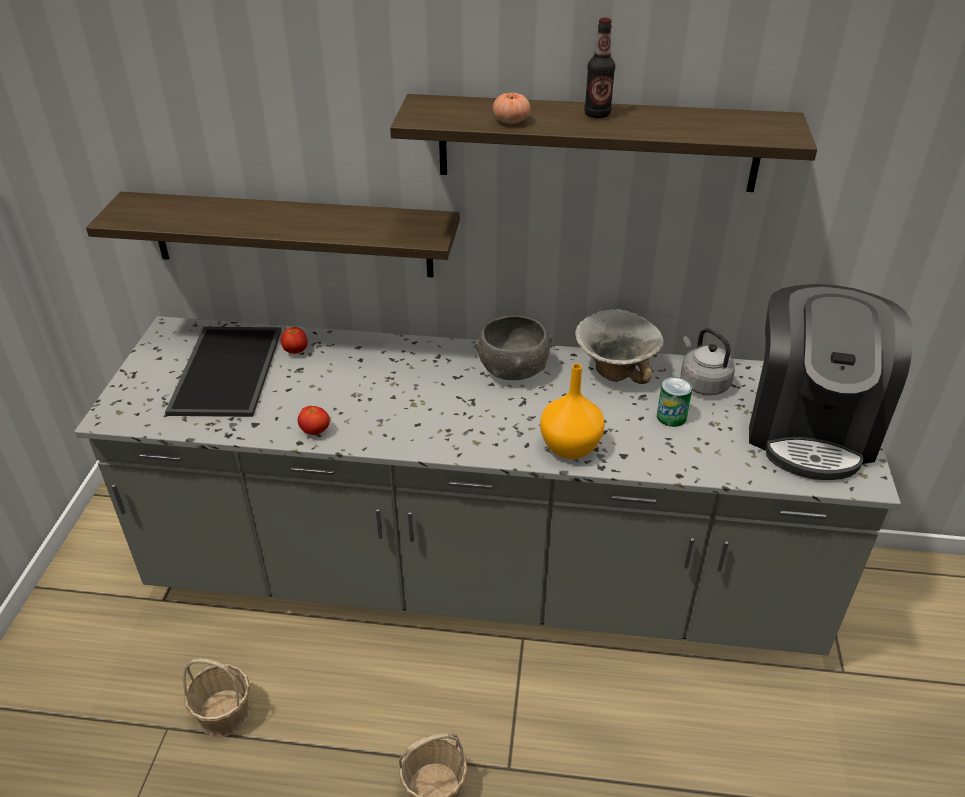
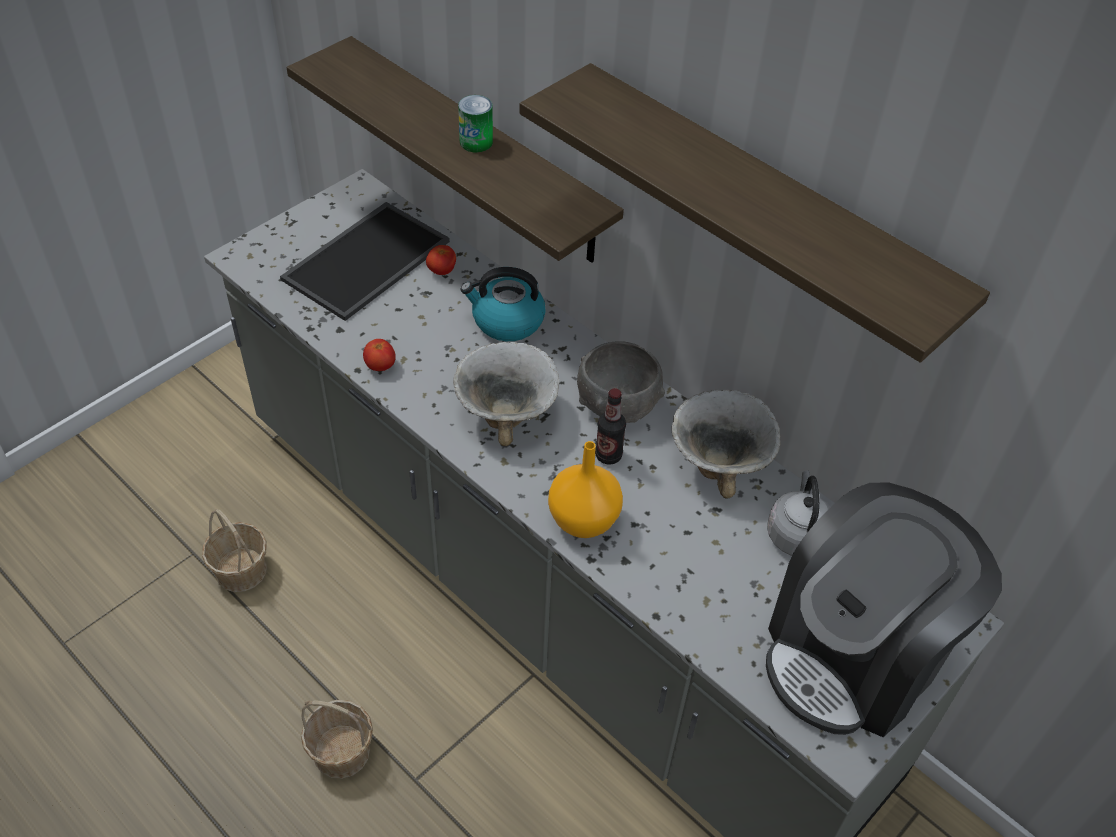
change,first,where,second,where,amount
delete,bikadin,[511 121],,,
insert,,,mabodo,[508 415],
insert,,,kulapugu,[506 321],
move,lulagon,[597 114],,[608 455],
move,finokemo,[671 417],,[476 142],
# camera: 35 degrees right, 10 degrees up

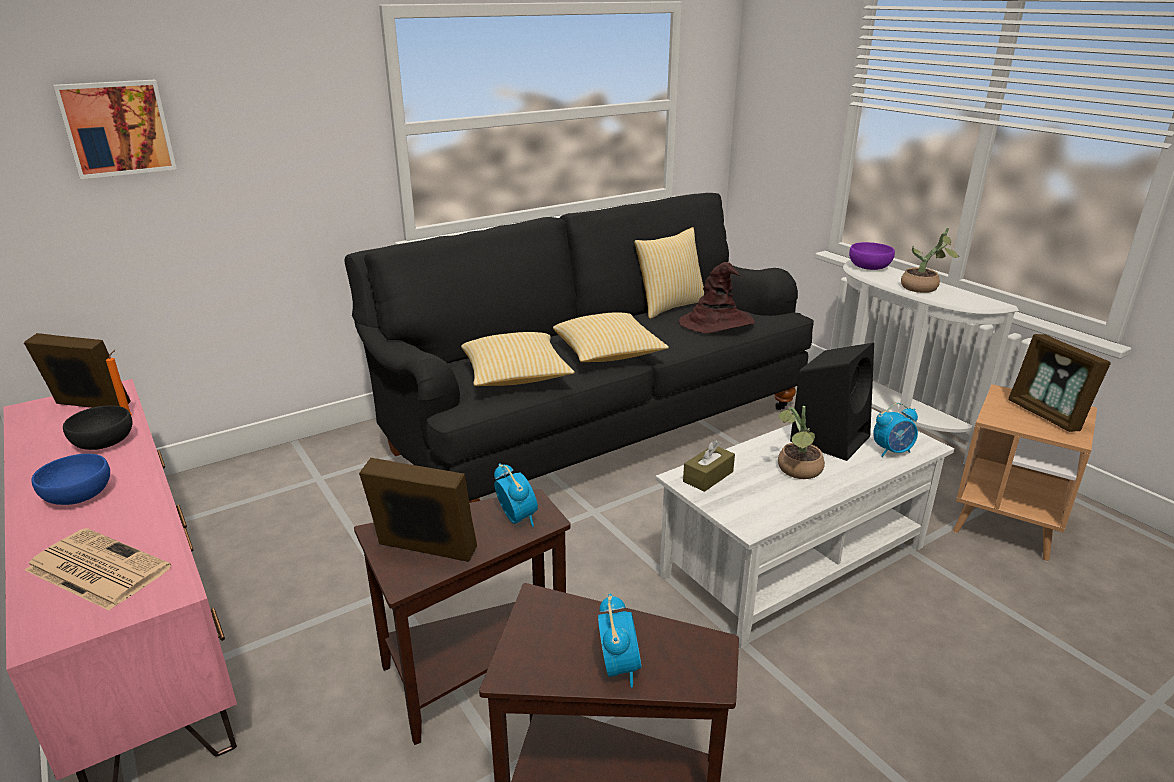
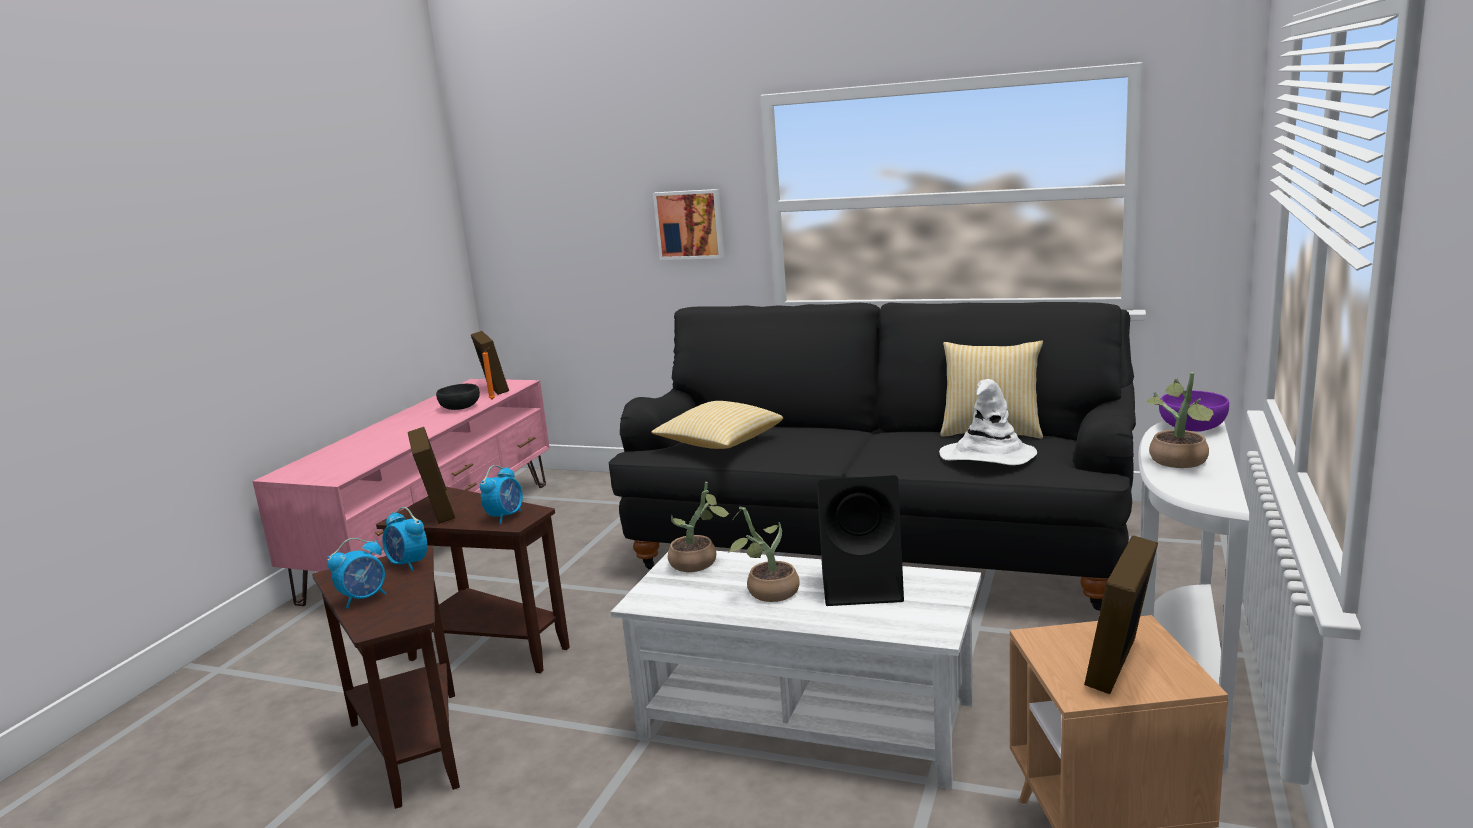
change,first,where,second,where,amount
delete,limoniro,[96 569],,,
delete,mabodo (blue),[78 495],,,
delete,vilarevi,[608 354],,,
move,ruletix,[117 128],,[690 224],
move,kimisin,[892 451],,[408 564],
replace,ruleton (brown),[708 476],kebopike,[699 563],
recolor,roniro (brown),[716 323],roniro (white),[987 456],
# camera: 55 degrees right, 10 degrees down

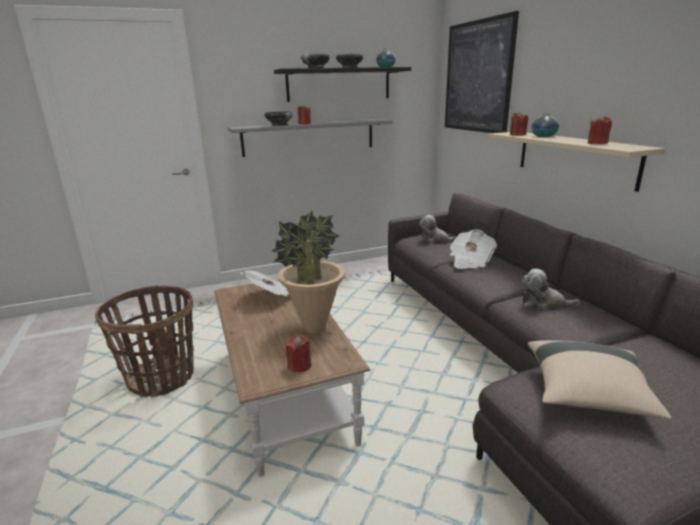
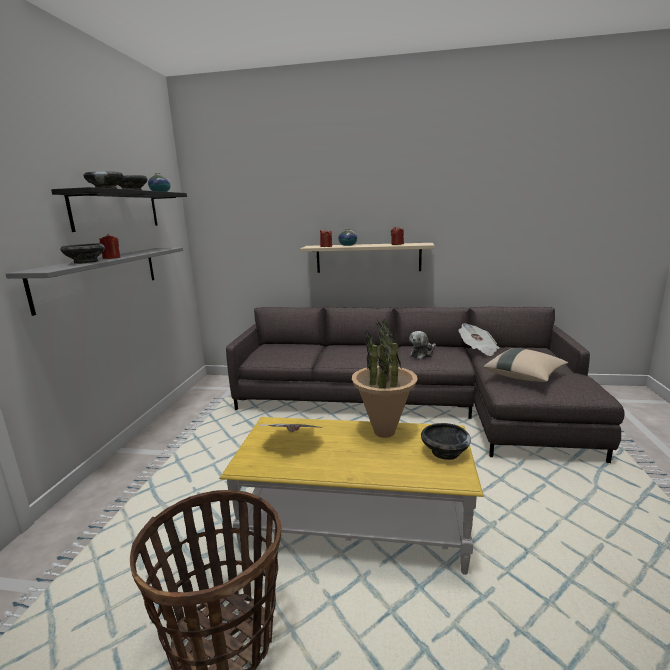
change,first,where,second,where,amount
delete,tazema,[435 240],,,
delete,ruletix,[477 77],,,
move,limoniro,[470 261],,[478 349],
replace,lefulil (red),[300 366],mabodo (black),[444 452],
recolor,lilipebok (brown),[285 393],lilipebok (yellow),[354 526],
# camera: 60 degrees left, 5 degrees down

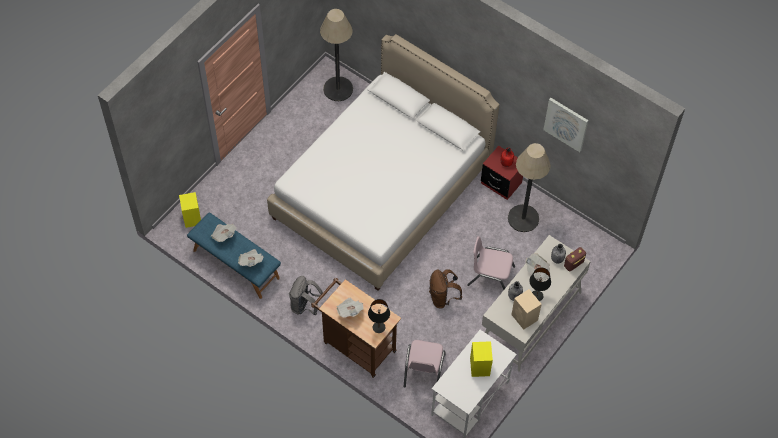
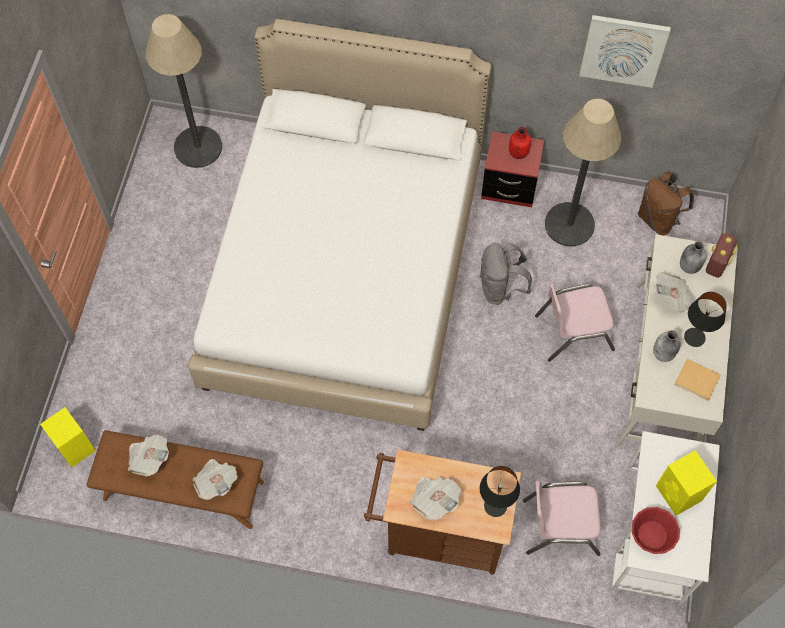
change,first,where,second,where,amount
insert,,,mabodo (red),[652 535],
move,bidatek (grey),[305 306],,[500 288],
move,bidatek (brown),[442 298],,[658 219],
replace,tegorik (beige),[525 318],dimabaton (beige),[698 381],
recolor,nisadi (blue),[235 264],nisadi (brown),[183 491],
rotate,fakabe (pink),[423 370],,[560 525],105 degrees clockwise
# camera: 25 degrees left, 5 degrees up

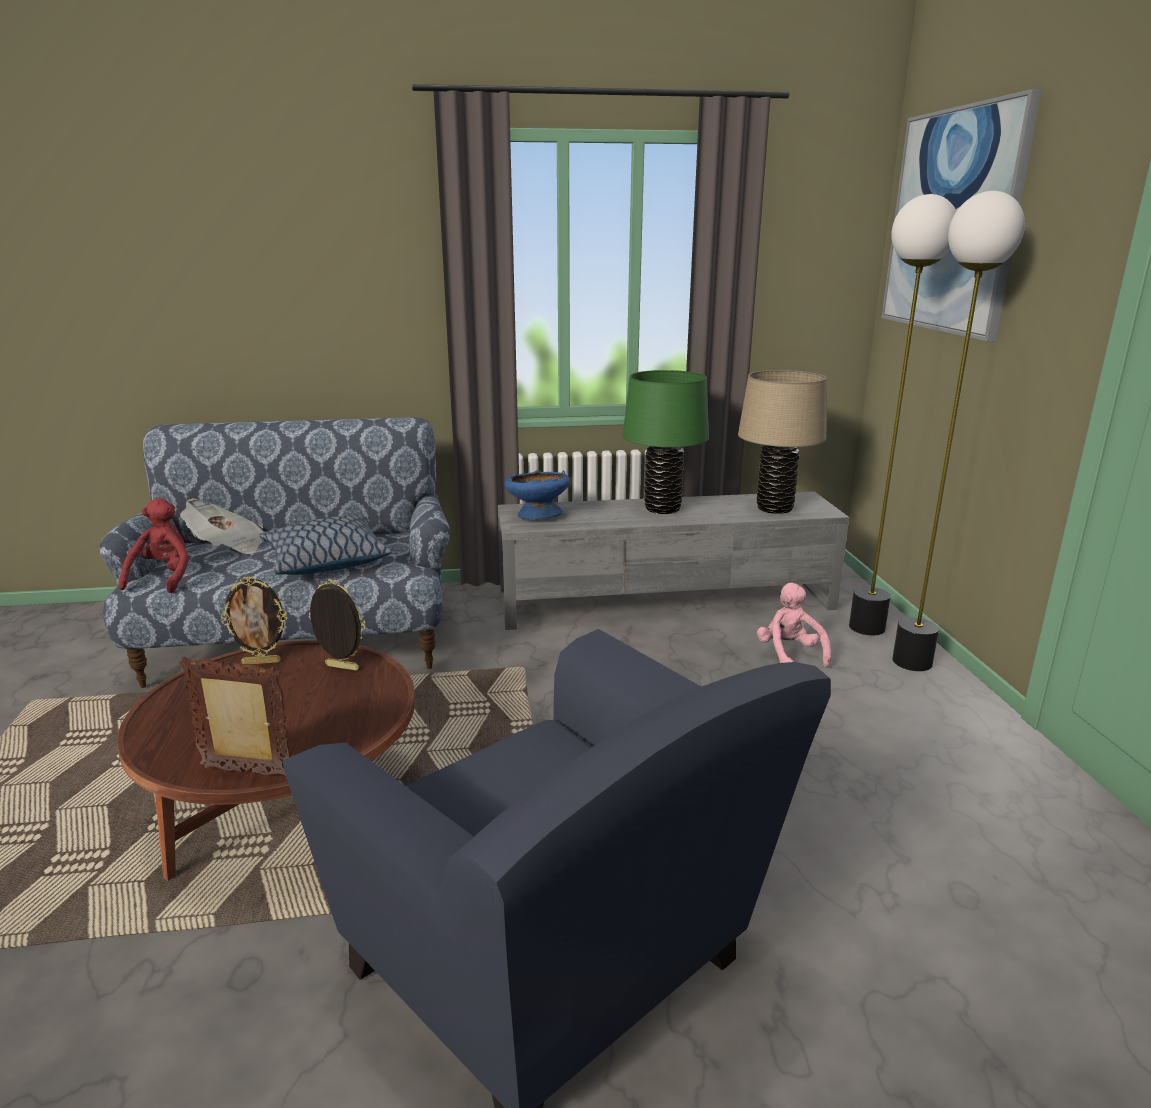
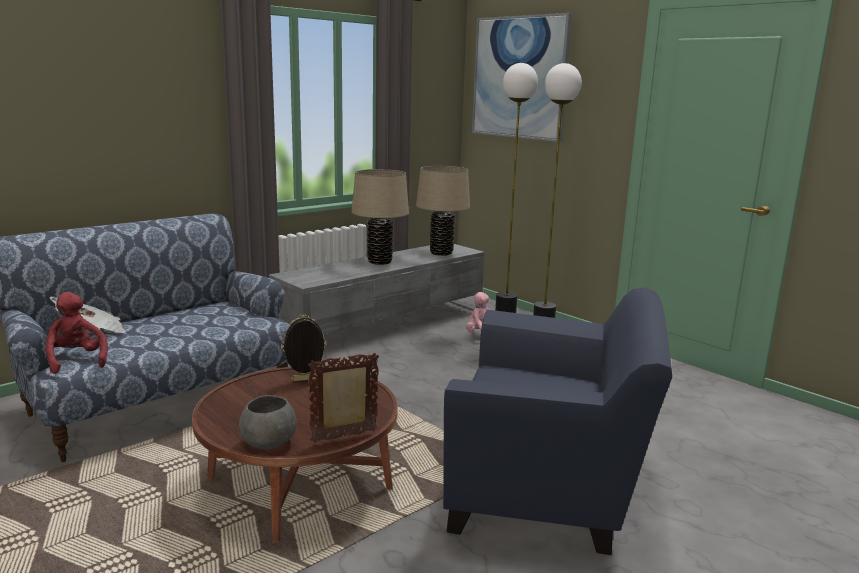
change,first,where,second,where,amount
delete,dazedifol,[262 662],,,
delete,vilarevi,[325 560],,,
delete,mabodo (blue),[537 516],,,
insert,,,mabodo (grey),[268 442],
recolor,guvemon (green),[662 509],guvemon (beige),[379 261],
# camera: 35 degrees left, 5 degrees down

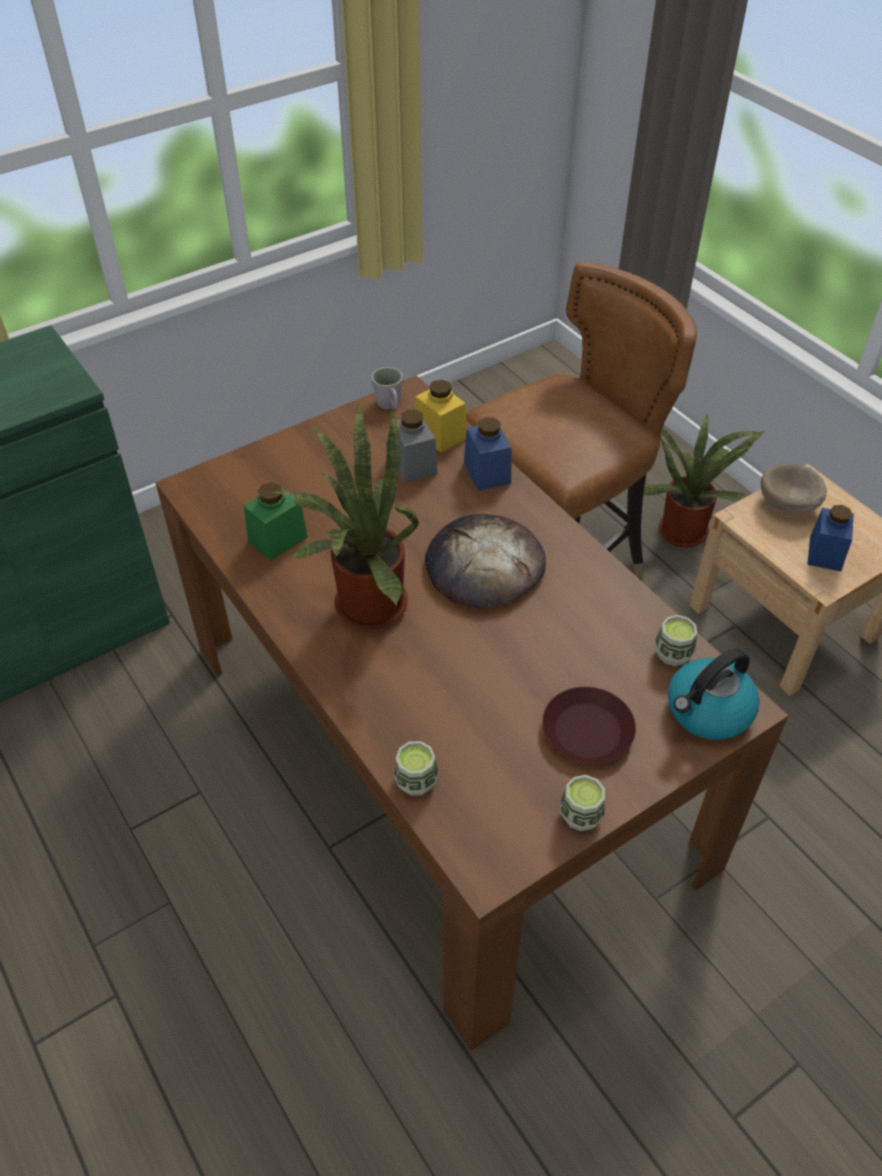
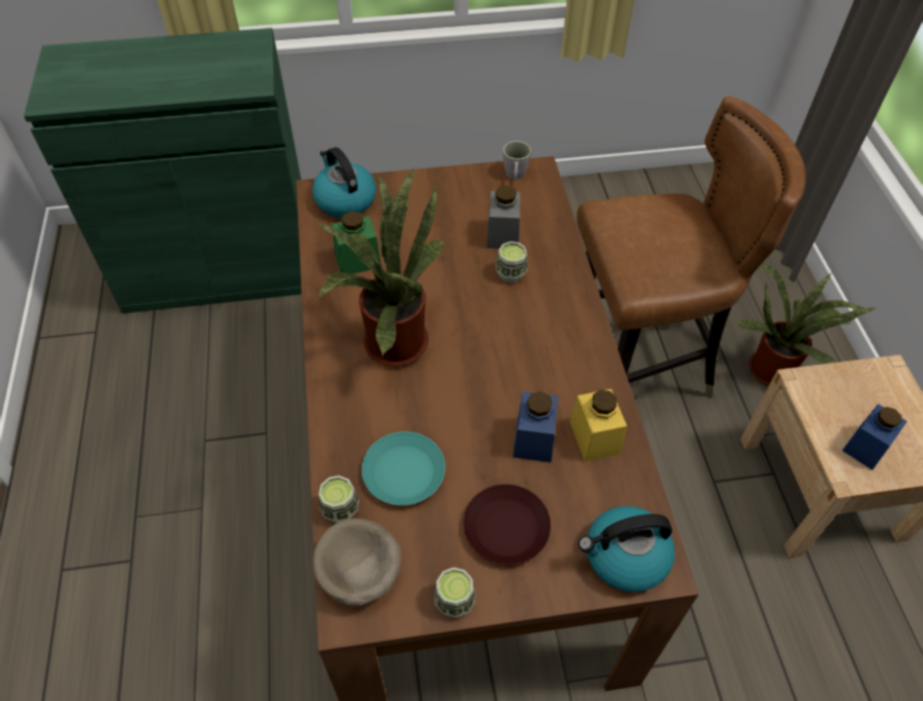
change,first,where,second,where,amount
delete,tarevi,[484 565],,,
insert,,,kulapugu,[344 200],
insert,,,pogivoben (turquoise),[404 473],
move,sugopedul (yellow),[440 434],,[594 437],
move,sugopedul (blue),[487 473],,[534 439],
move,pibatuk,[672 654],,[511 273],
move,mabodo (beige),[789 505],,[359 575],
# camera: 25 degrees right, 5 degrees up

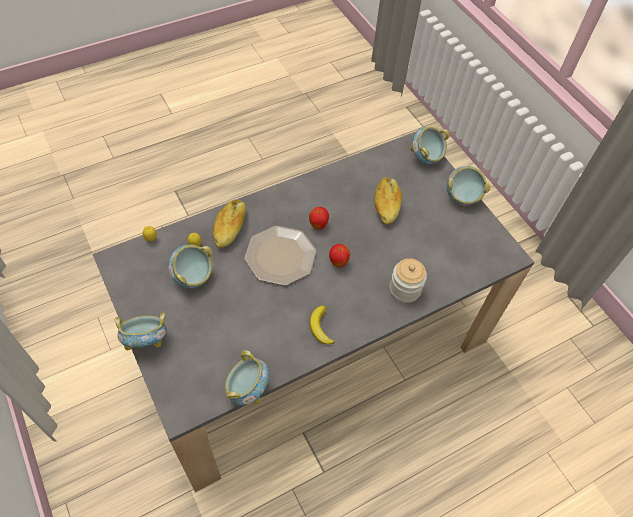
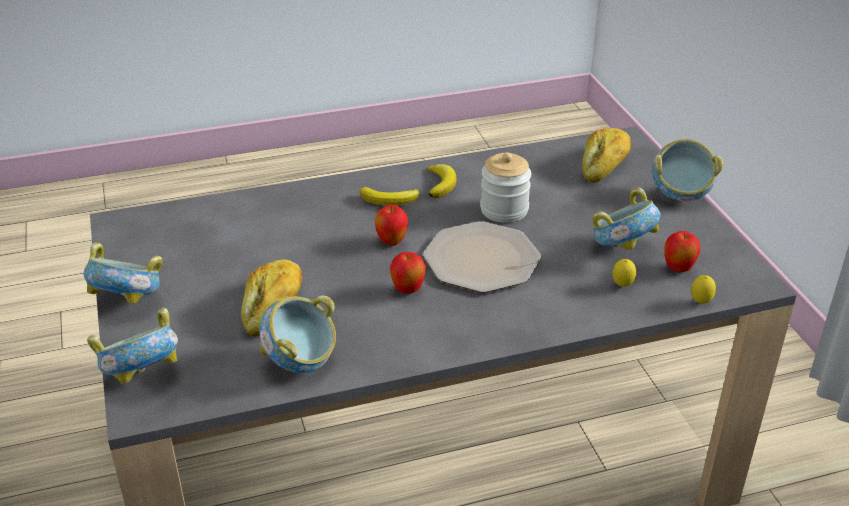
change,first,where,second,where,amount
insert,,,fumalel,[390 200],
insert,,,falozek,[678 269],
move,tarevi,[230 227],,[604 165],
move,mabodo,[247 389],,[301 363],
move,sugopedul,[405 289],,[504 210],
# camera: 165 degrees left, 20 degrees down

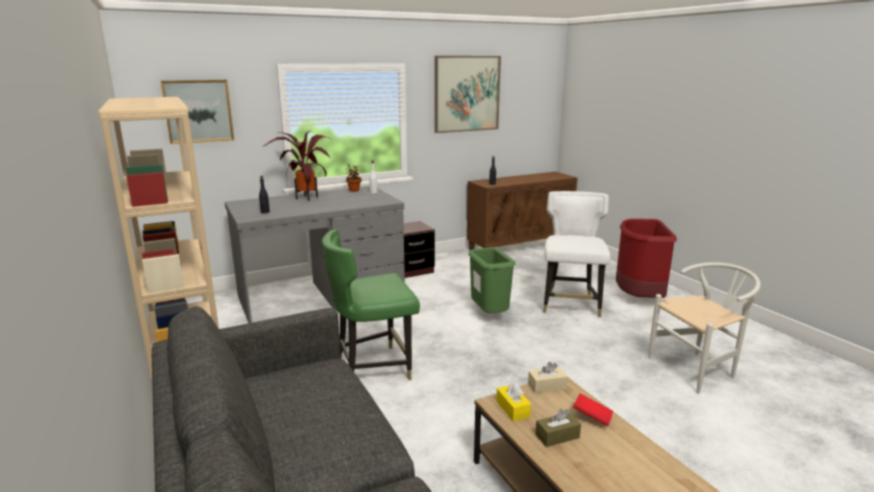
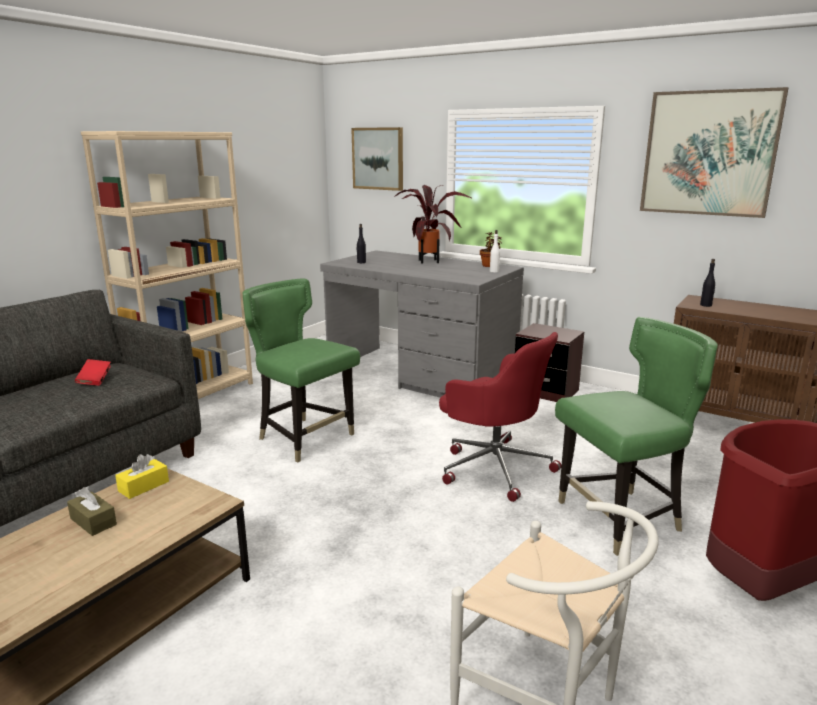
change,first,where,second,where,amount
delete,ruleton (beige),[547 386],,,
move,dimabaton (red),[592 418],,[95 380],
replace,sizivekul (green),[490 316],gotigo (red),[494 467],
recolor,fakabe (white),[570 305],fakabe (green),[620 519],
# camera: 60 degrees right, 0 degrees up

